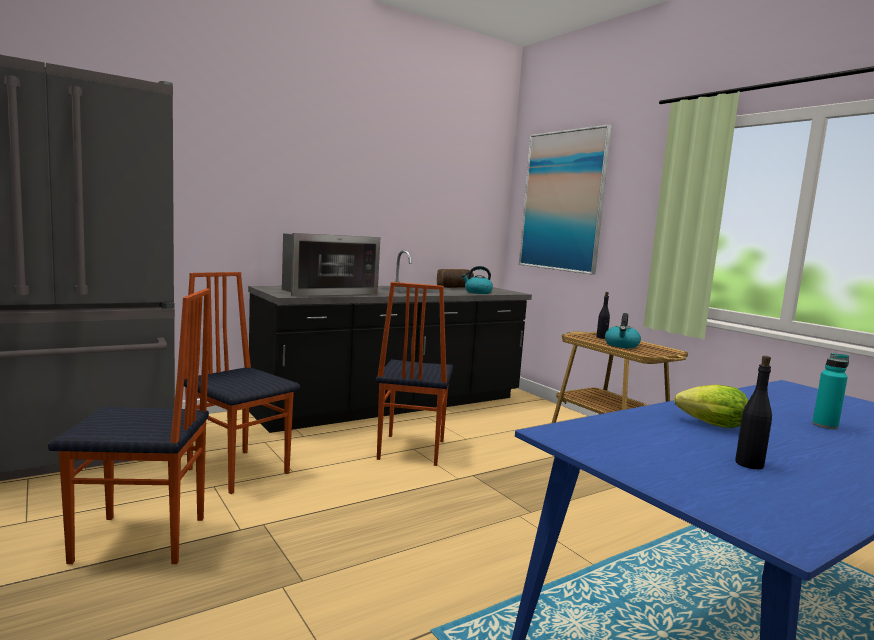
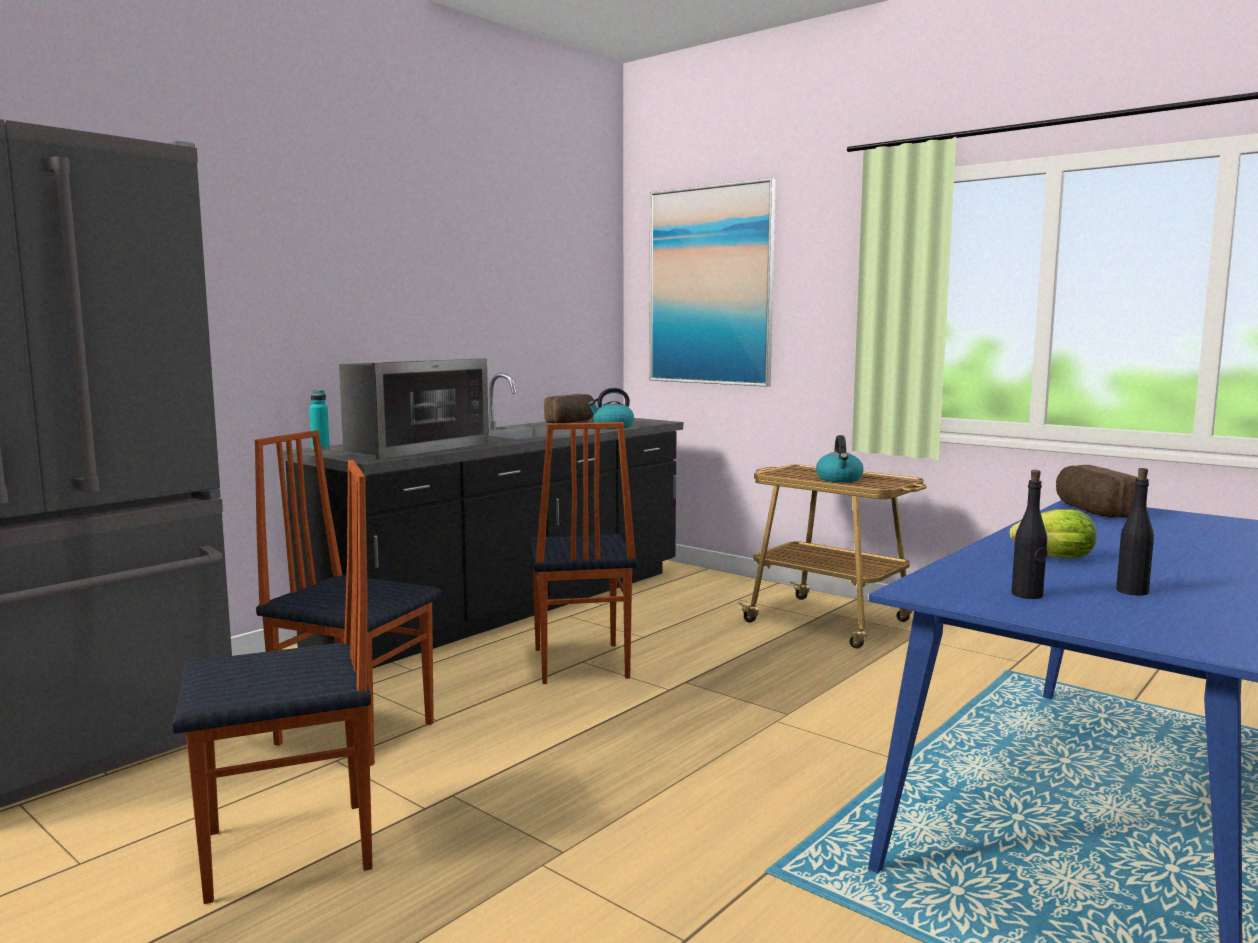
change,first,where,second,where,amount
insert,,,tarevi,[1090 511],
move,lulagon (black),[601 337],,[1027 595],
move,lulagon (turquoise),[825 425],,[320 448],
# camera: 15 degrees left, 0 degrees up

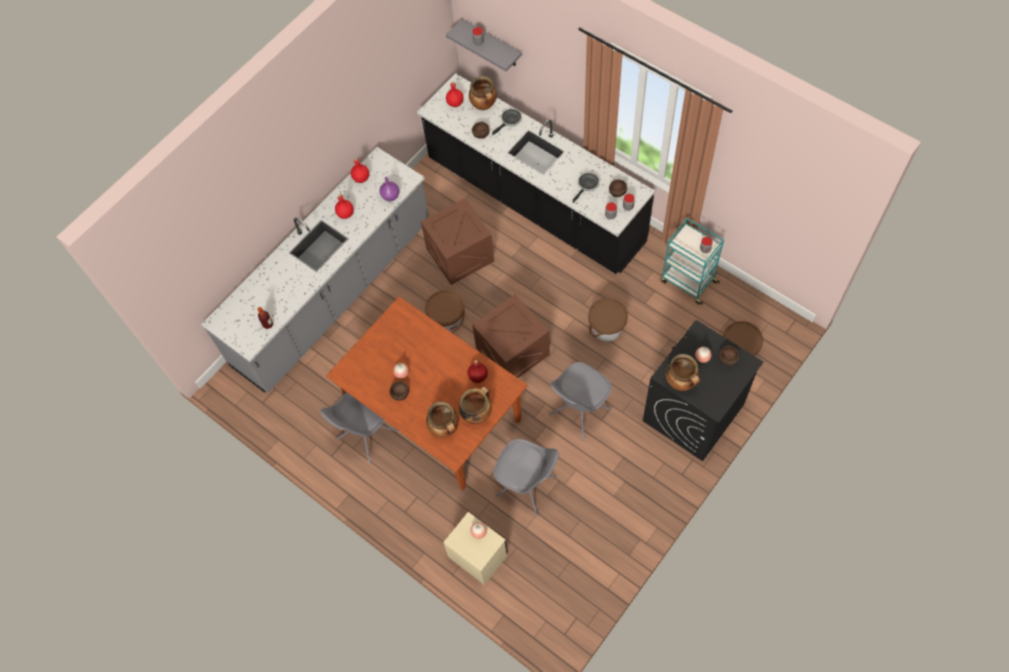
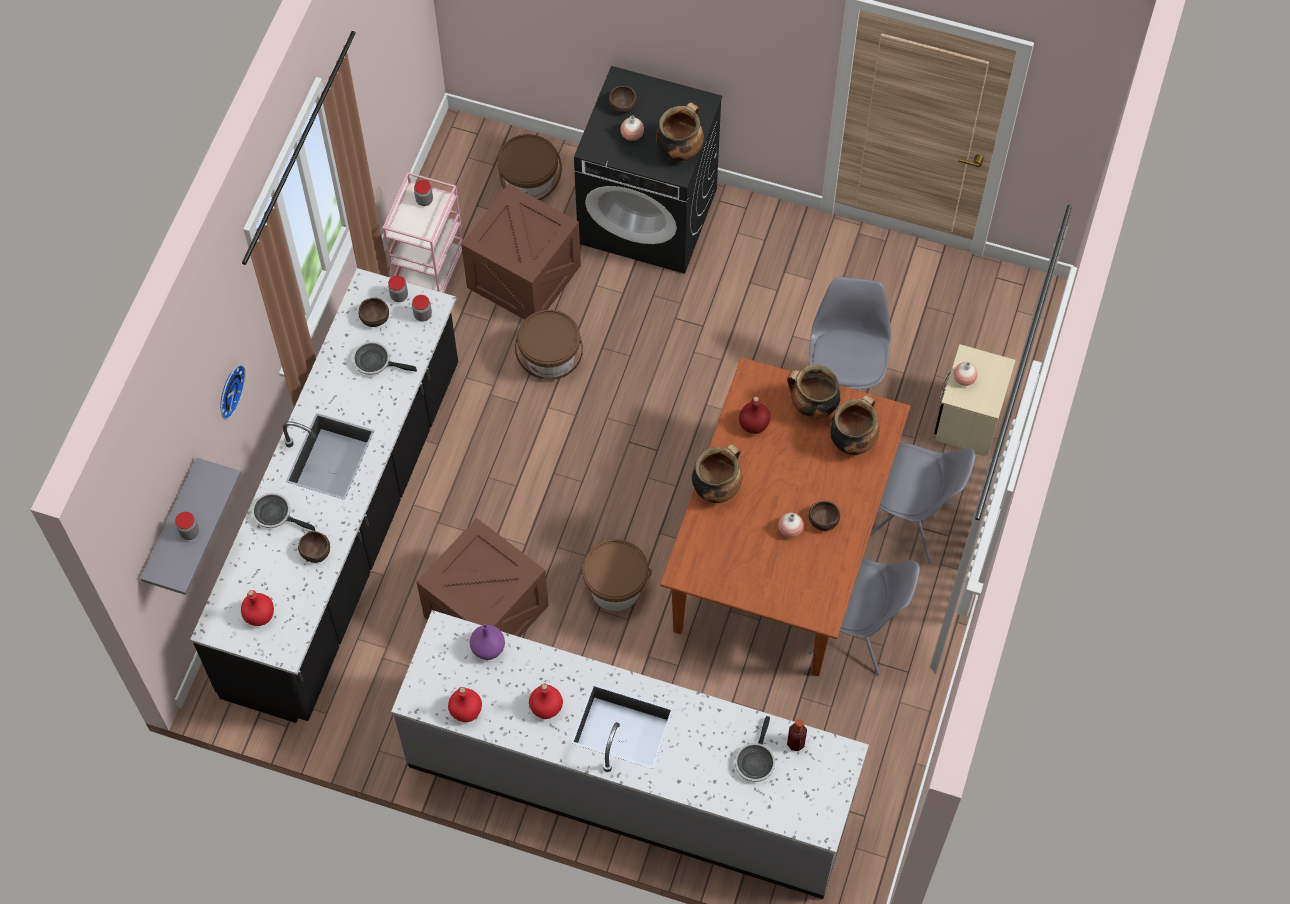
change,first,where,second,where,amount
insert,,,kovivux,[228 390],
insert,,,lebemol,[755 760],
move,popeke,[484 105],,[716 488],
move,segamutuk,[512 351],,[524 276],
move,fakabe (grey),[579 412],,[909 523],
recolor,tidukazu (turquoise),[687 281],tidukazu (pink),[430 273],
# camera: 115 degrees left, 0 degrees up

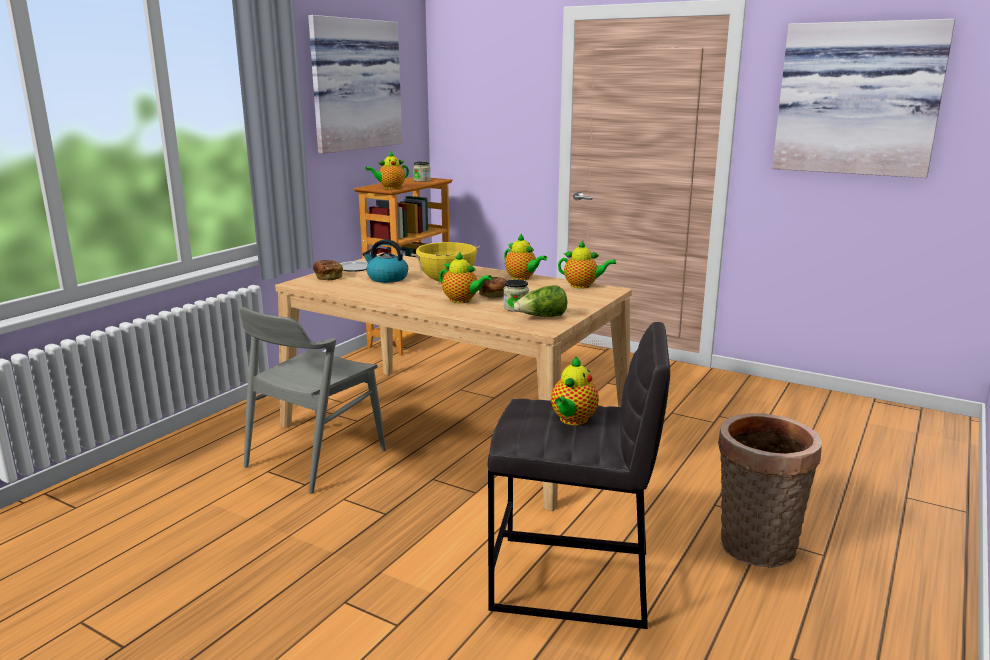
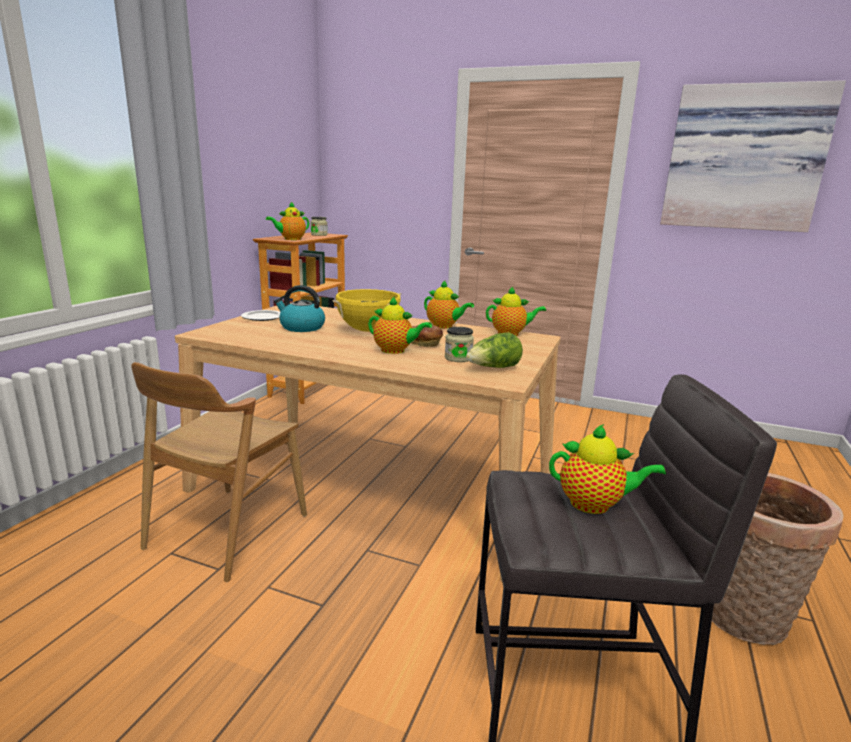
change,first,where,second,where,amount
delete,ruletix,[353 85],,,
delete,tarevi,[328 277],,,
recolor,fakabe (grey),[315 458],fakabe (brown),[227 531],
rotate,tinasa,[572 420],,[594 504],90 degrees counterclockwise
# camera: 10 degrees left, 0 degrees up

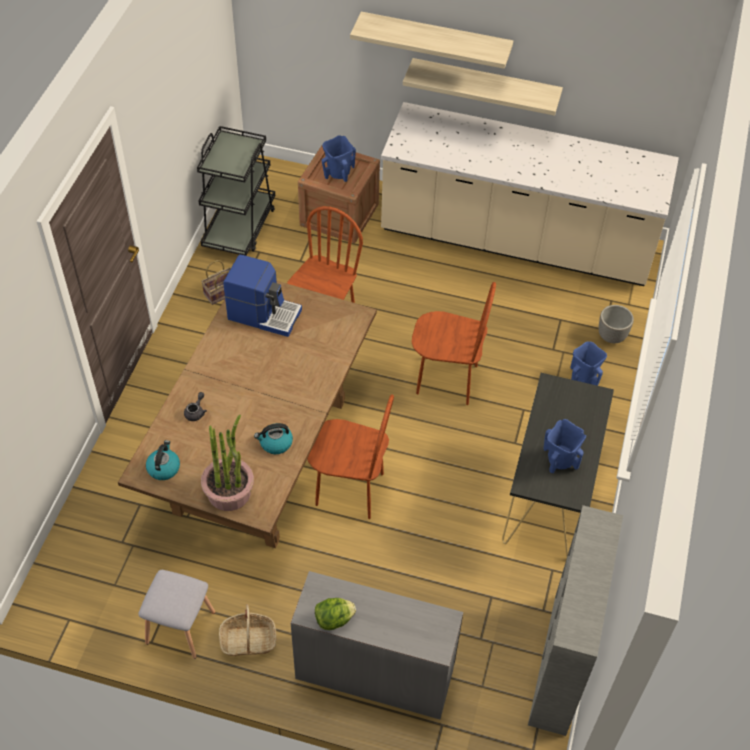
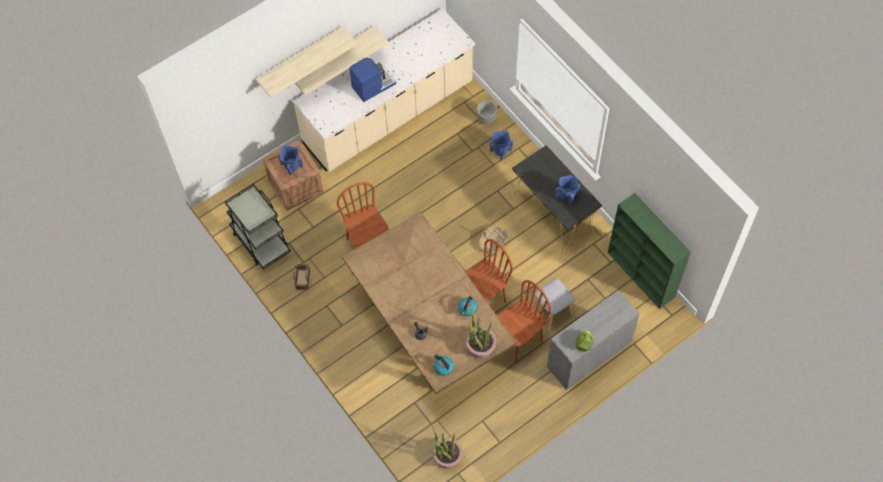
change,first,where,second,where,amount
insert,,,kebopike,[447 456],
move,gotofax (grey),[181 627],,[552 310],
move,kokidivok,[248 640],,[493 242],
move,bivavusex,[264 313],,[373 85],
move,fakabe (brown),[447 380],,[518 340],
recolor,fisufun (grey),[560 665],fisufun (green),[641 275],
# camera: 50 degrees left, 10 degrees up

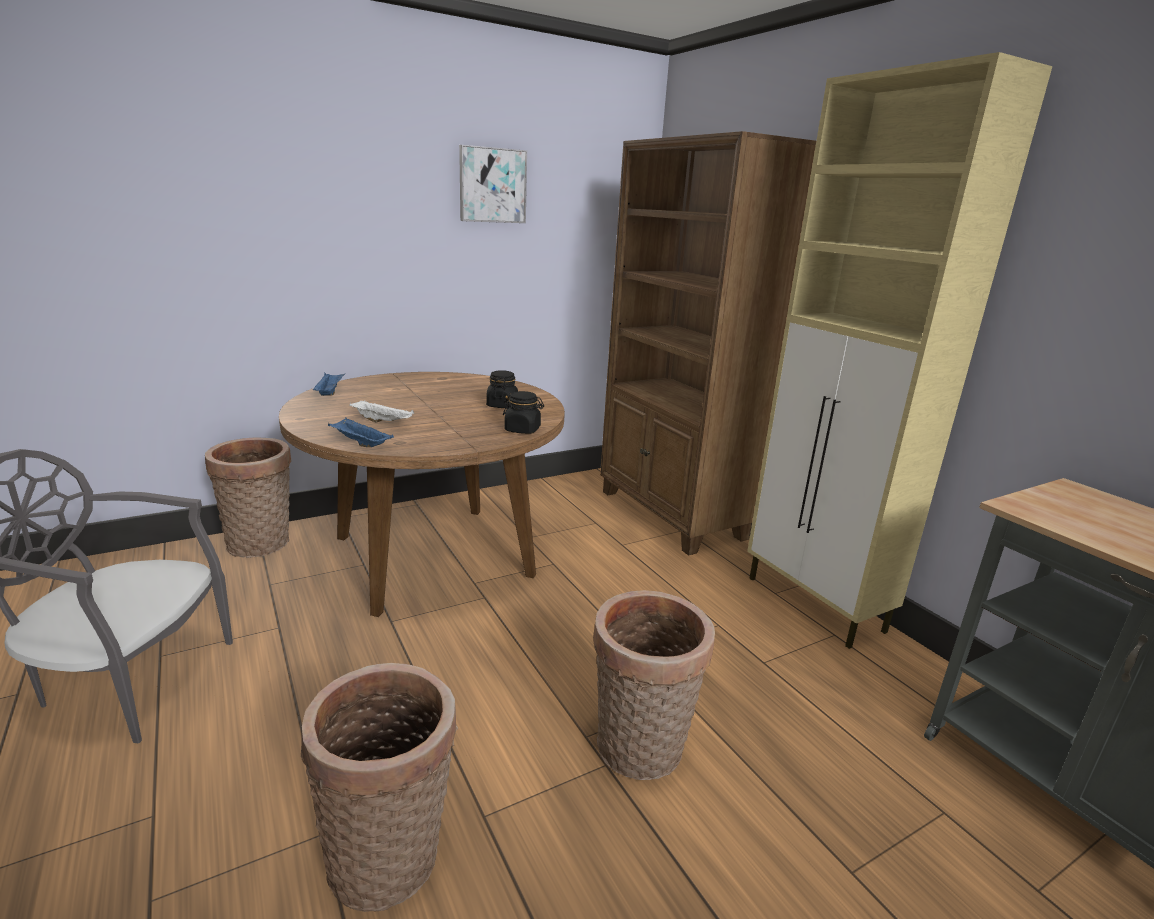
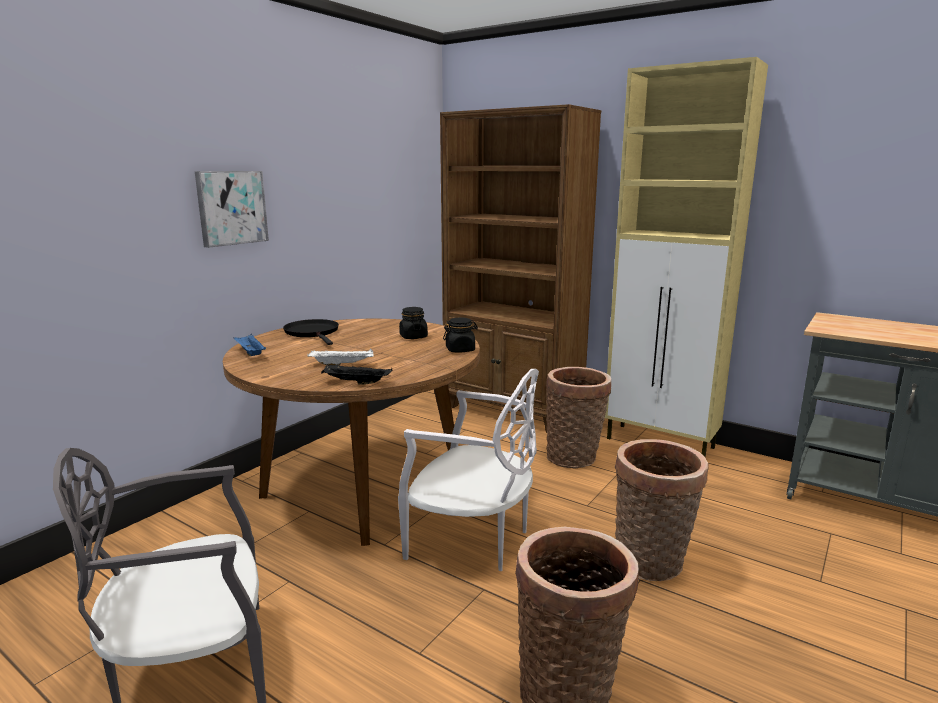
change,first,where,second,where,amount
insert,,,lebemol (black),[313 333],
insert,,,fakabe (white),[472 540],
move,kokidivok,[261 545],,[574 457],
move,ruletix,[492 185],,[231 207],
recolor,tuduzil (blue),[360 443],tuduzil (black),[355 383],
# camera: 25 degrees left, 5 degrees down

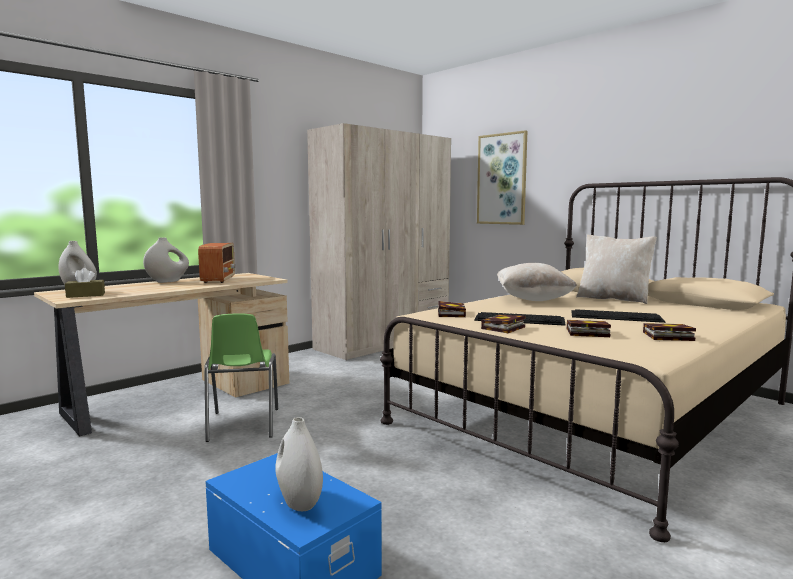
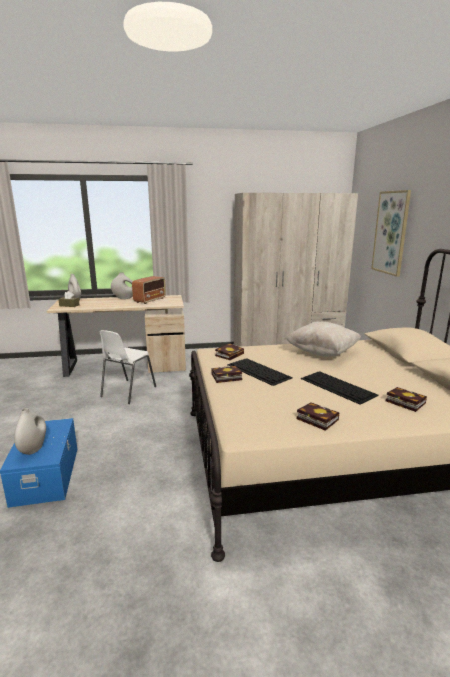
change,first,where,second,where,amount
delete,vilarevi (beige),[613 299],,,
move,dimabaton,[585 333],,[403 402],
recolor,fakabe (green),[242 425],fakabe (white),[128 392],
# camera: 35 degrees right, 10 degrees up

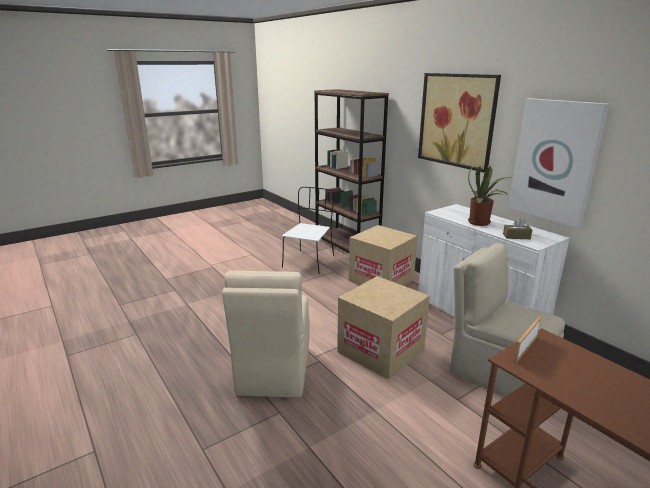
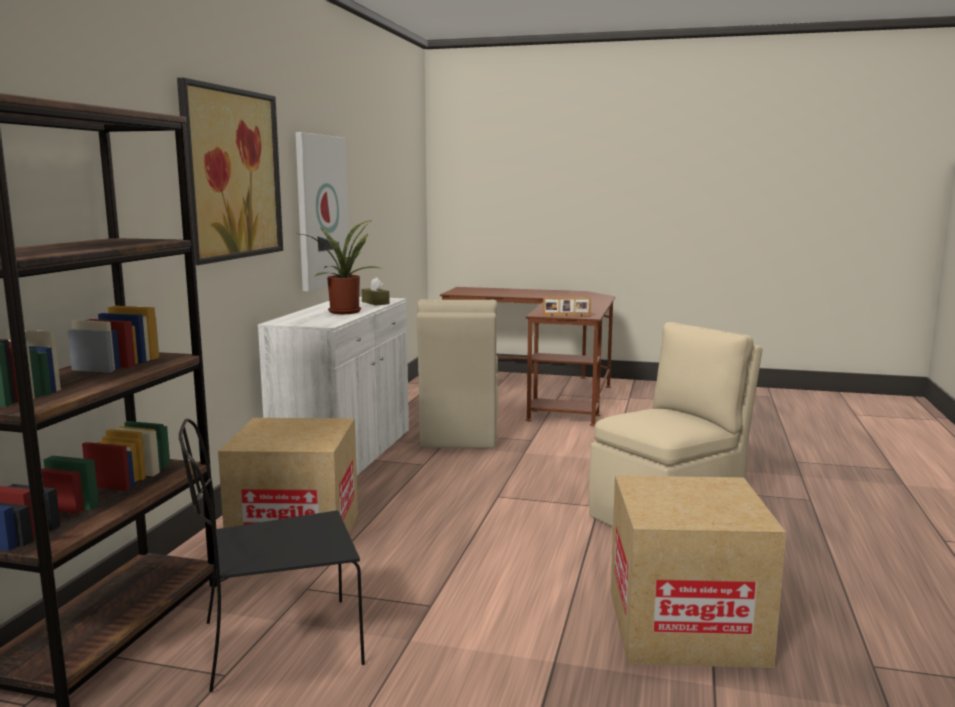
change,first,where,second,where,amount
move,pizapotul,[381 351],,[685 626],
recolor,fakabe (white),[309 261],fakabe (black),[277 644],
# camera: 130 degrees left, 10 degrees down

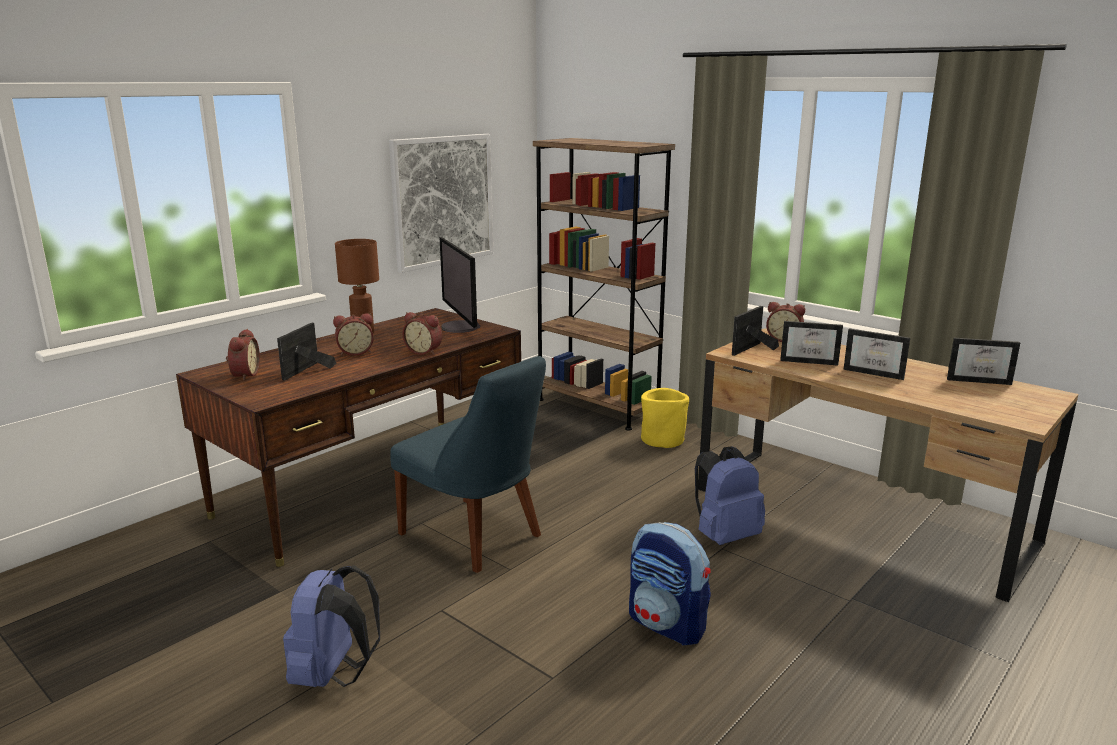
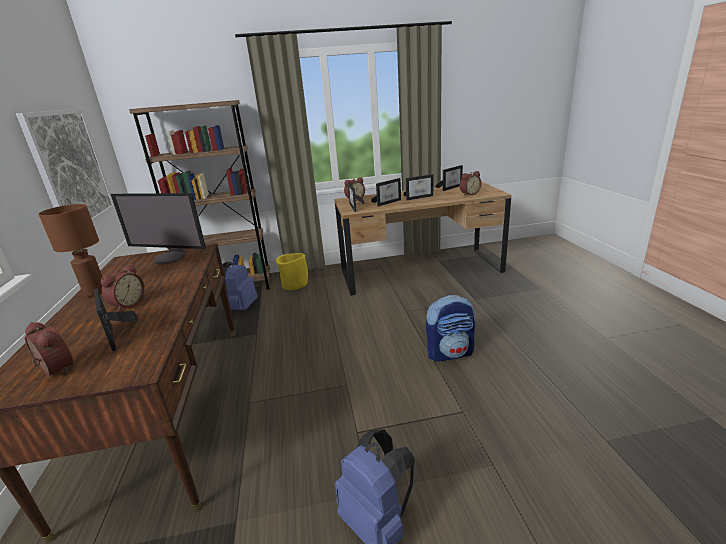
change,first,where,second,where,amount
delete,fakabe (blue),[475 536],,,
move,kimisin,[424 351],,[469 194],
move,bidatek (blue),[724 536],,[240 307],
# camera: 50 degrees left, 5 degrees up

